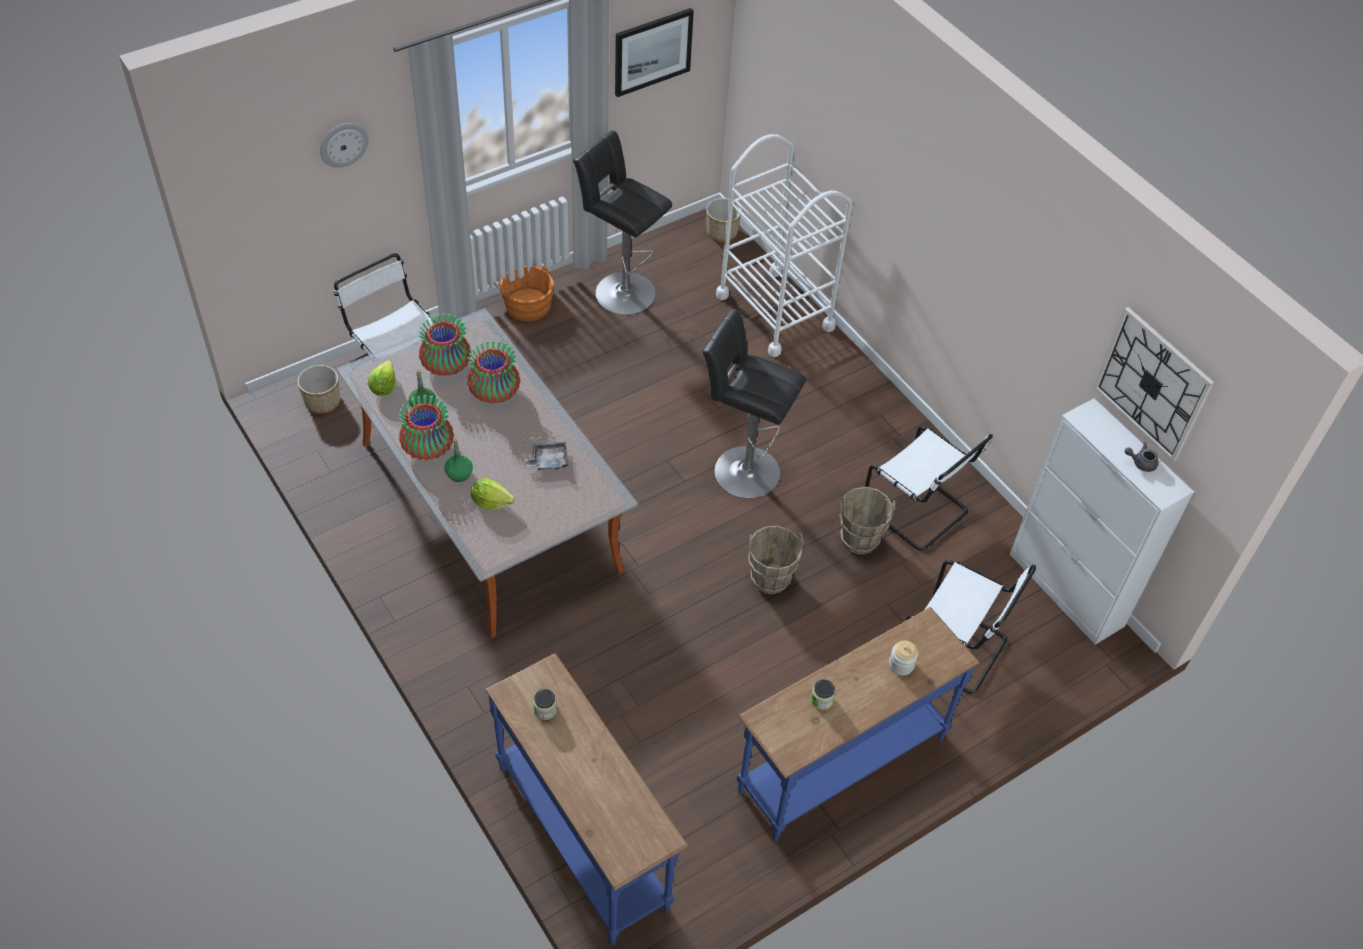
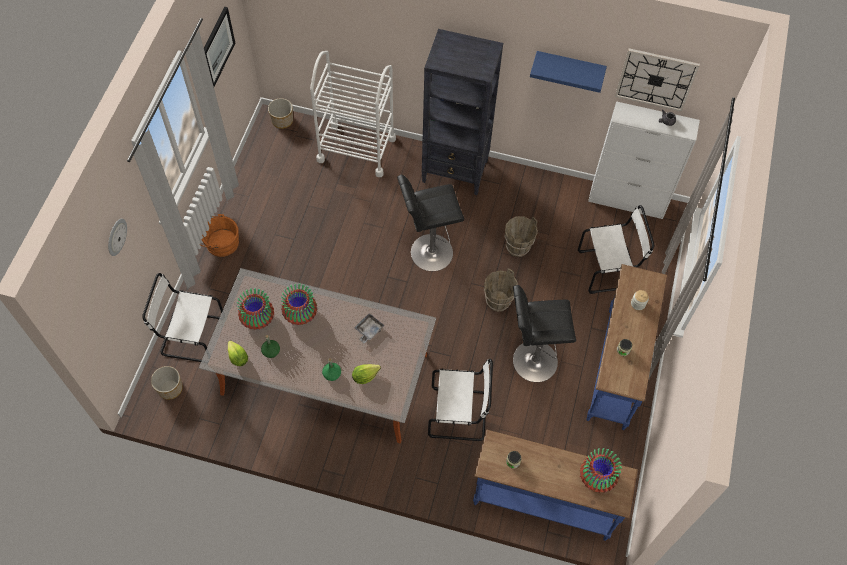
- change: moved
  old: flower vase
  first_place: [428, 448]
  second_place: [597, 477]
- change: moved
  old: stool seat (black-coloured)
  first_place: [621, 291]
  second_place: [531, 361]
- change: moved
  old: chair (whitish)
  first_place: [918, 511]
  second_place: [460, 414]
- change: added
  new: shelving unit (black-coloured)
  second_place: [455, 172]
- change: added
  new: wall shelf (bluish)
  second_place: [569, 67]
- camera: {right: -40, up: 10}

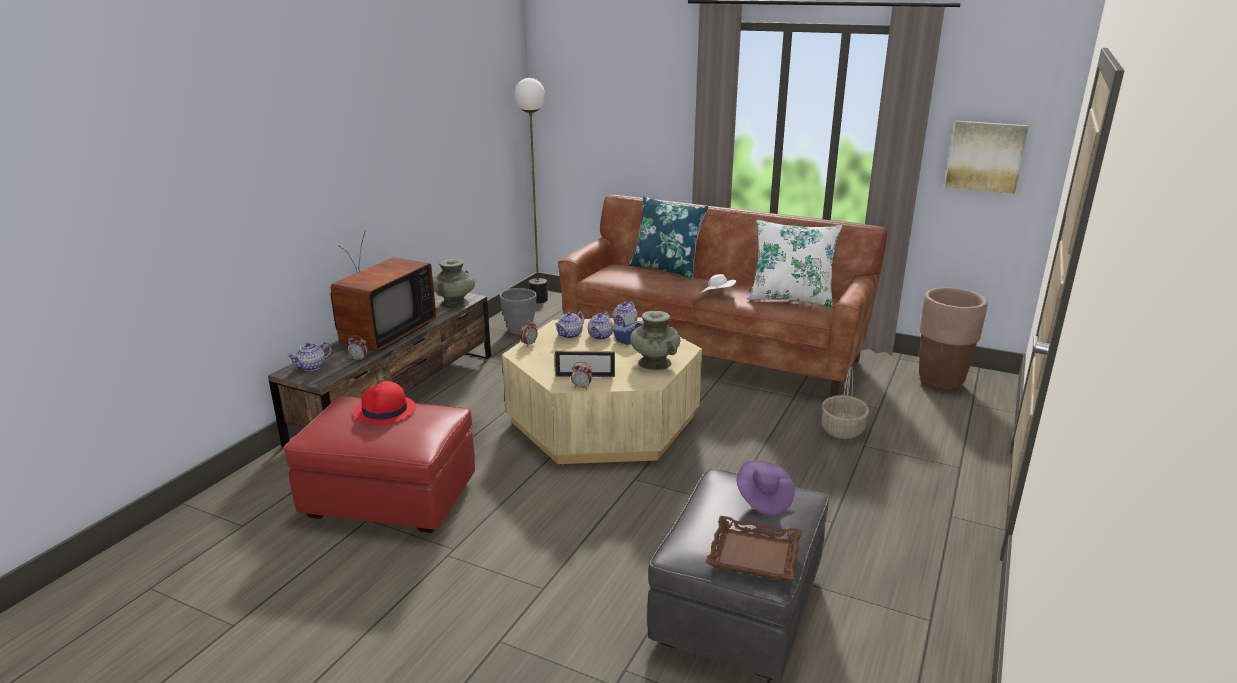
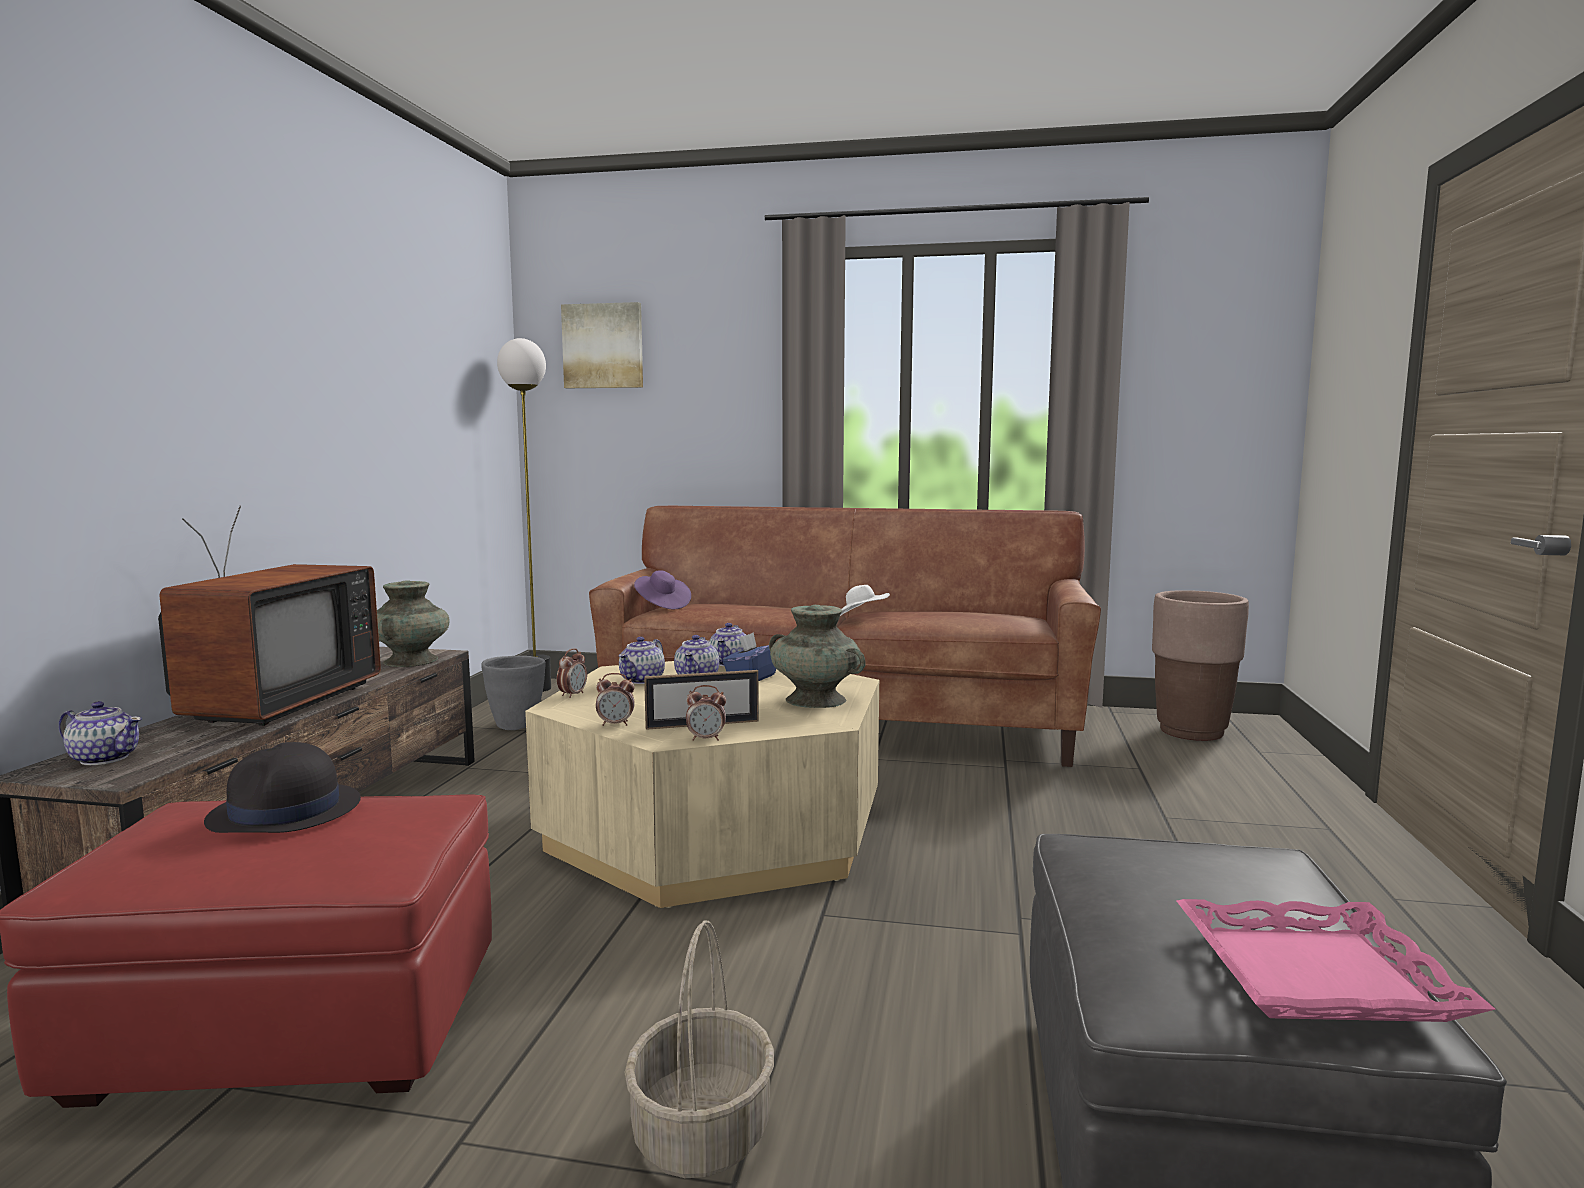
- change: turned
  old: pot for tea
  first_place: [312, 367]
  second_place: [104, 758]
  degrees: -105
- change: moved
  old: table clock
  first_place: [359, 359]
  second_place: [616, 724]
- change: recoloured
  old: hat (red)
  new: hat (black-coloured)
  first_place: [385, 411]
  second_place: [285, 812]
- change: removed
  old: cushion (bluish)
  first_place: [666, 269]
- change: recoloured
  old: serving tray (brown-coloured)
  new: serving tray (pinkish)
  first_place: [754, 554]
  second_place: [1315, 974]
- change: moved
  old: hat (purple)
  first_place: [763, 499]
  second_place: [662, 605]
- change: removed
  old: cushion (whitish)
  first_place: [791, 298]
- change: moved
  old: household basket
  first_place: [842, 430]
  second_place: [702, 1134]
- change: moved
  old: wall art
  first_place: [985, 156]
  second_place: [603, 346]
- camera: {right: -15, up: -15}

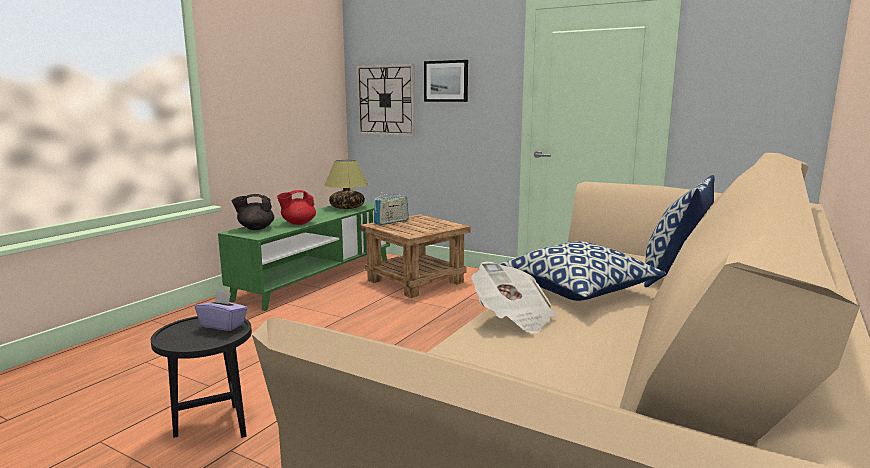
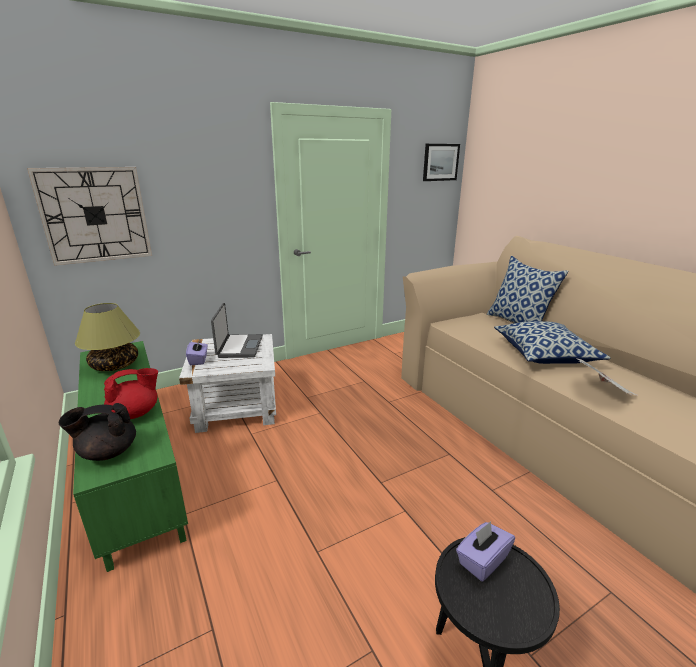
- change: turned
  old: pot for tea (black-coloured)
  first_place: [255, 228]
  second_place: [107, 452]
  degrees: 60
- change: turned
  old: pot for tea (red)
  first_place: [298, 223]
  second_place: [136, 413]
  degrees: -120
- change: recoloured
  old: end table (brown-coloured)
  new: end table (whitish)
  first_place: [415, 281]
  second_place: [236, 407]
- change: replaced
  old: radio
  new: tissue holder (purple)
  first_place: [391, 222]
  second_place: [198, 360]
- change: moved
  old: wall art
  first_place: [446, 81]
  second_place: [440, 162]
- change: added
  new: notebook computer
  second_place: [239, 347]
- camera: {right: -60, up: 10}

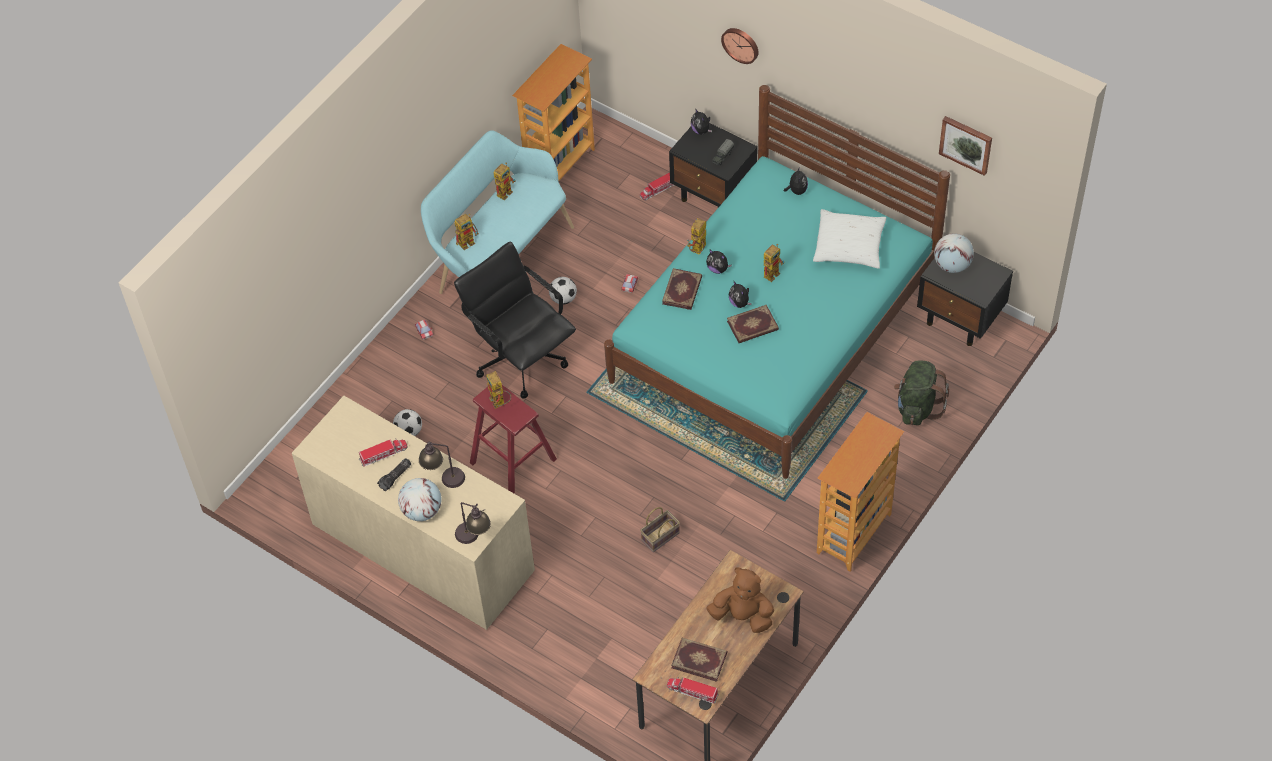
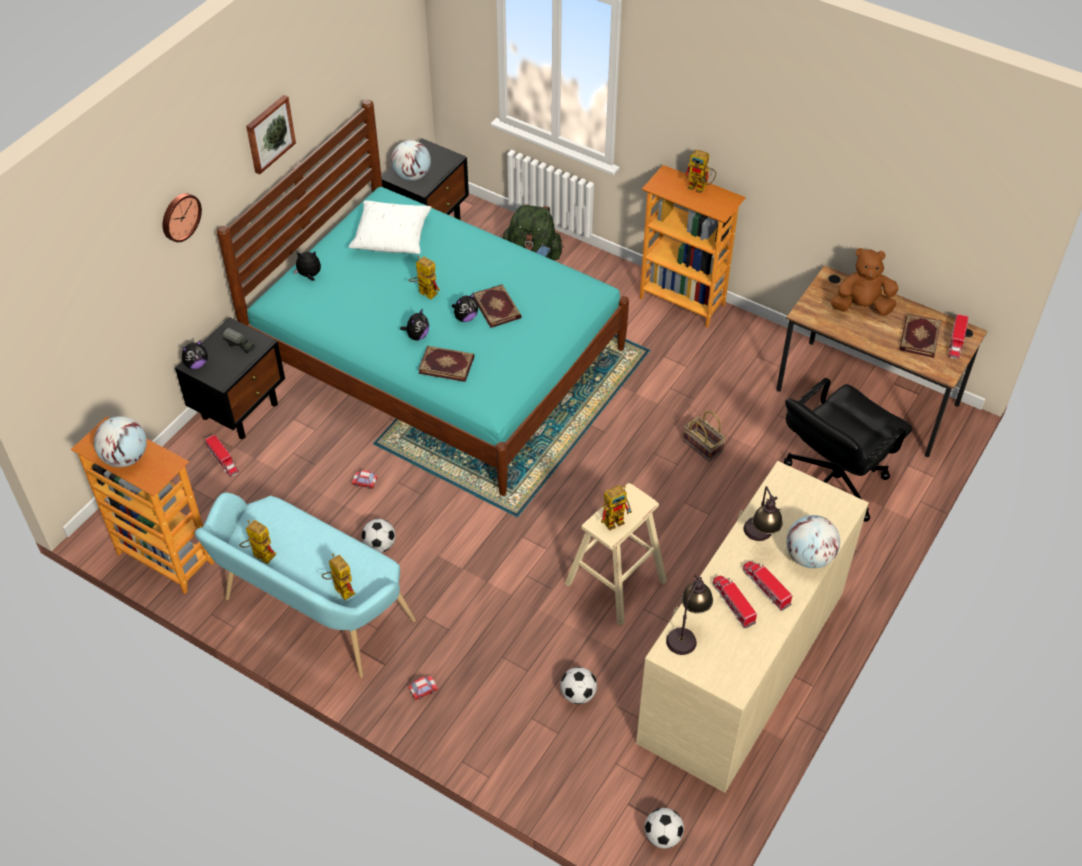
- change: replaced
  old: hand torch
  new: model truck
  first_place: [395, 477]
  second_place: [766, 588]
- change: moved
  old: office chair (black-coloured)
  first_place: [521, 358]
  second_place: [832, 483]
- change: moved
  old: lamp for a table
  first_place: [474, 538]
  second_place: [687, 633]
- change: recoloured
  old: stool seat (red)
  new: stool seat (beige-coloured)
  first_place: [513, 461]
  second_place: [615, 582]
- change: moved
  old: robot figure
  first_place: [698, 251]
  second_place: [700, 188]
- change: turned
  old: cuddly toy (brown-coloured)
  first_place: [742, 616]
  second_place: [861, 306]
  degrees: 75
- change: moved
  old: wall art
  first_place: [966, 144]
  second_place: [269, 133]
- change: added
  new: globe
  second_place: [125, 457]
- change: added
  new: football ball
  second_place: [663, 836]
- camera: {right: -95, up: -5}

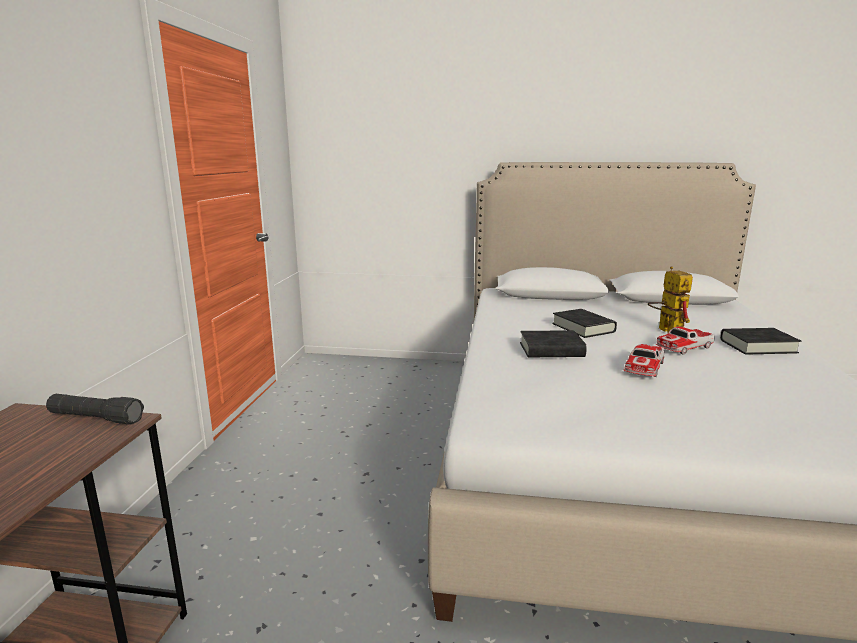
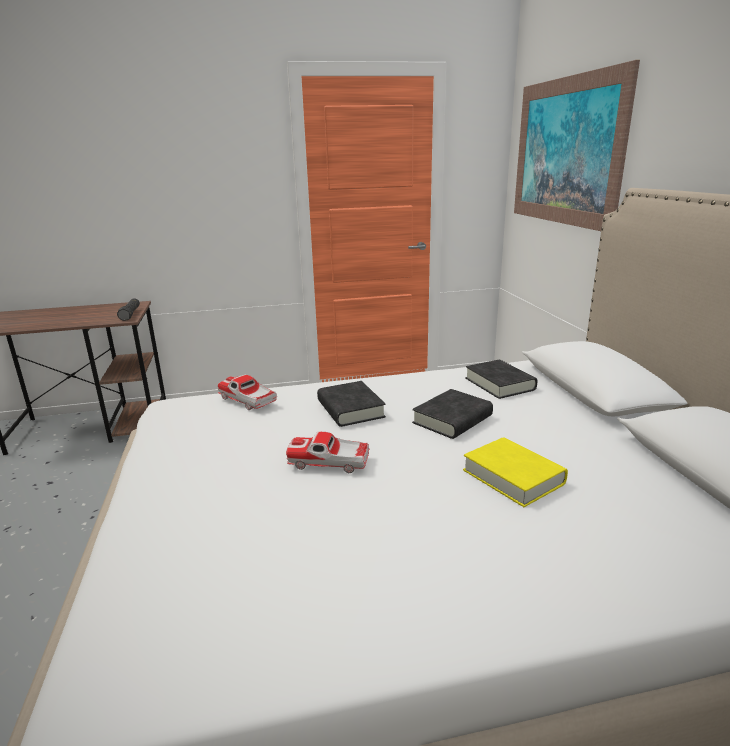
- change: replaced
  old: robot figure
  new: book (yellowish)
  first_place: [665, 330]
  second_place: [513, 477]
- change: moved
  old: miniature car
  first_place: [684, 347]
  second_place: [248, 400]
- change: moved
  old: book (black-coloured)
  first_place: [757, 346]
  second_place: [499, 384]
- change: added
  new: wall art
  second_place: [565, 152]
- camera: {right: 70, up: 5}

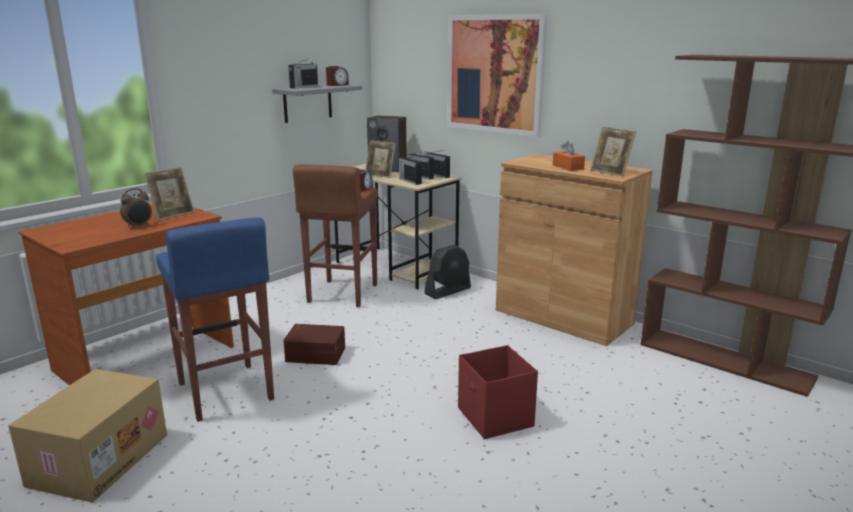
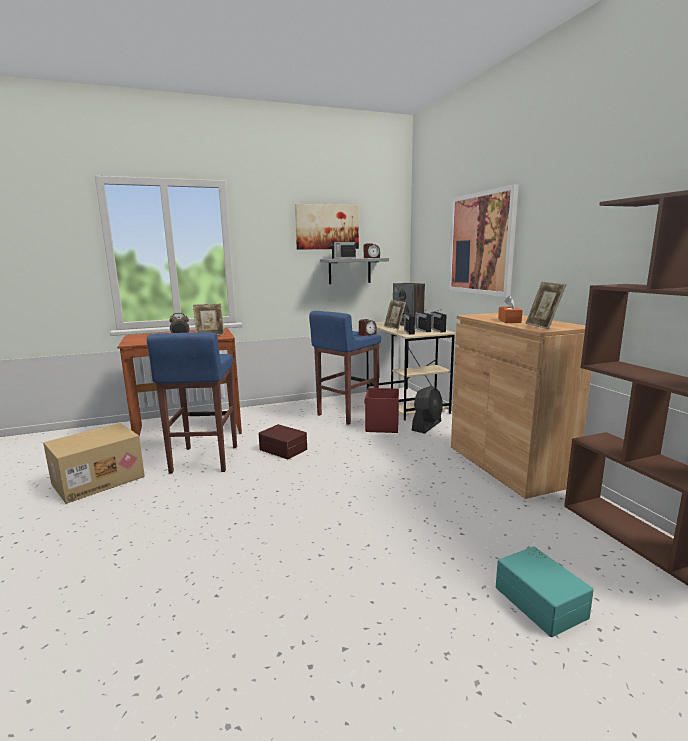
- change: recoloured
  old: stool seat (brown-coloured)
  new: stool seat (bluish)
  first_place: [341, 293]
  second_place: [346, 413]
- change: turned
  old: fan (black-coloured)
  first_place: [448, 291]
  second_place: [427, 426]
  degrees: -45
- change: moved
  old: storage container (red)
  first_place: [495, 418]
  second_place: [382, 426]
- change: added
  new: wall art
  second_place: [327, 227]
- change: added
  new: storage container (turquoise)
  second_place: [541, 601]
- camera: {right: 30, up: -5}

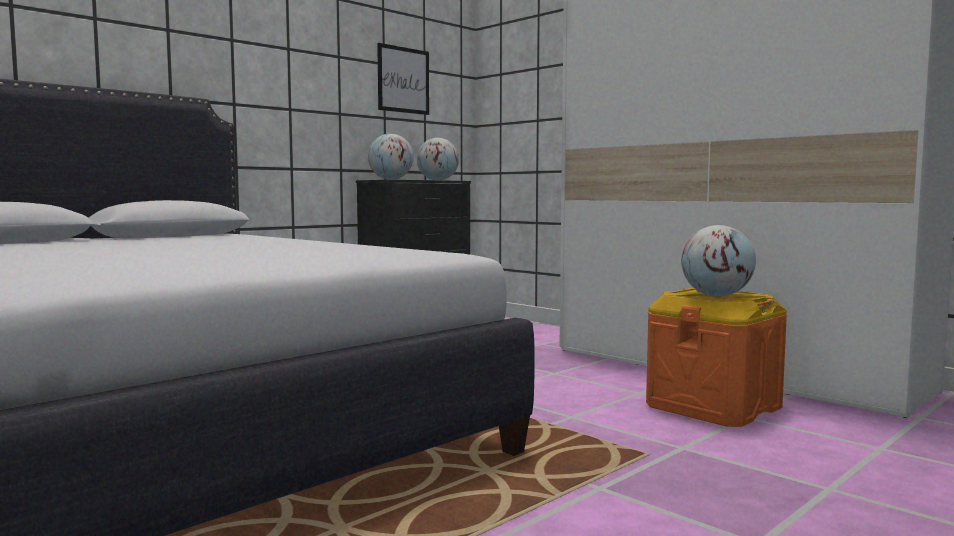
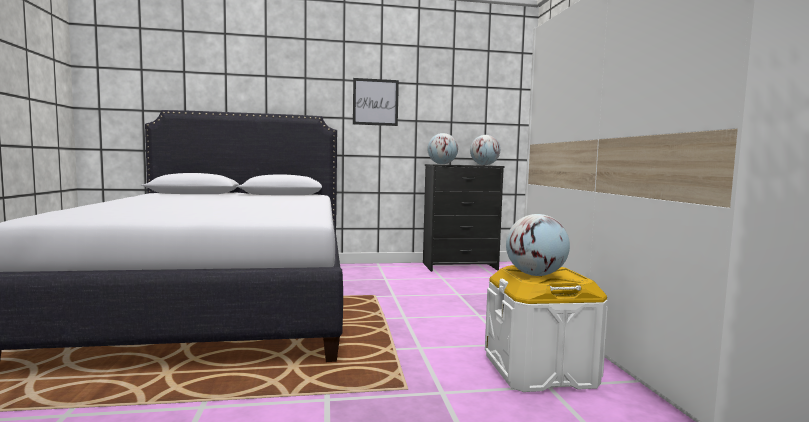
- change: moved
  old: wall art
  first_place: [403, 80]
  second_place: [375, 102]
- change: recoloured
  old: storage container (orange-coloured)
  new: storage container (whitish)
  first_place: [713, 407]
  second_place: [540, 370]
- camera: {right: 35, up: 0}

